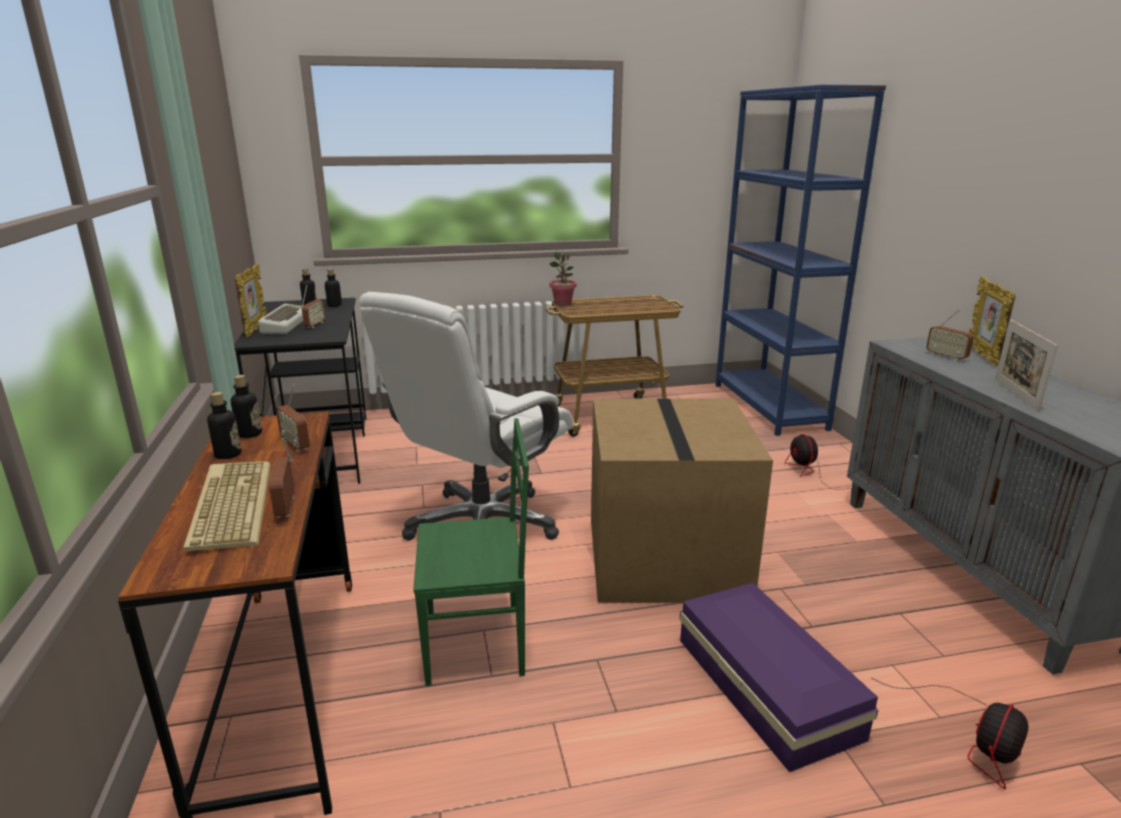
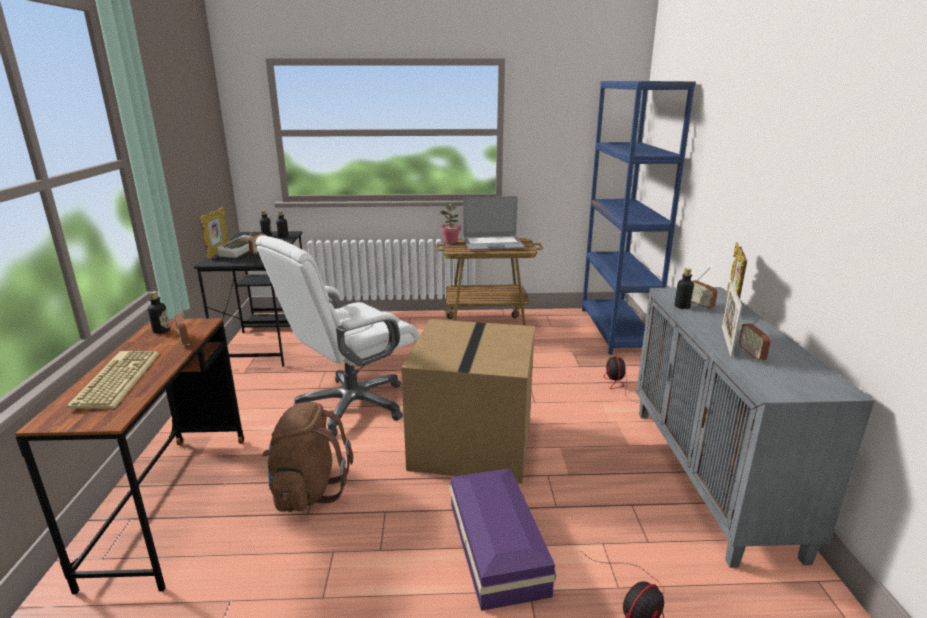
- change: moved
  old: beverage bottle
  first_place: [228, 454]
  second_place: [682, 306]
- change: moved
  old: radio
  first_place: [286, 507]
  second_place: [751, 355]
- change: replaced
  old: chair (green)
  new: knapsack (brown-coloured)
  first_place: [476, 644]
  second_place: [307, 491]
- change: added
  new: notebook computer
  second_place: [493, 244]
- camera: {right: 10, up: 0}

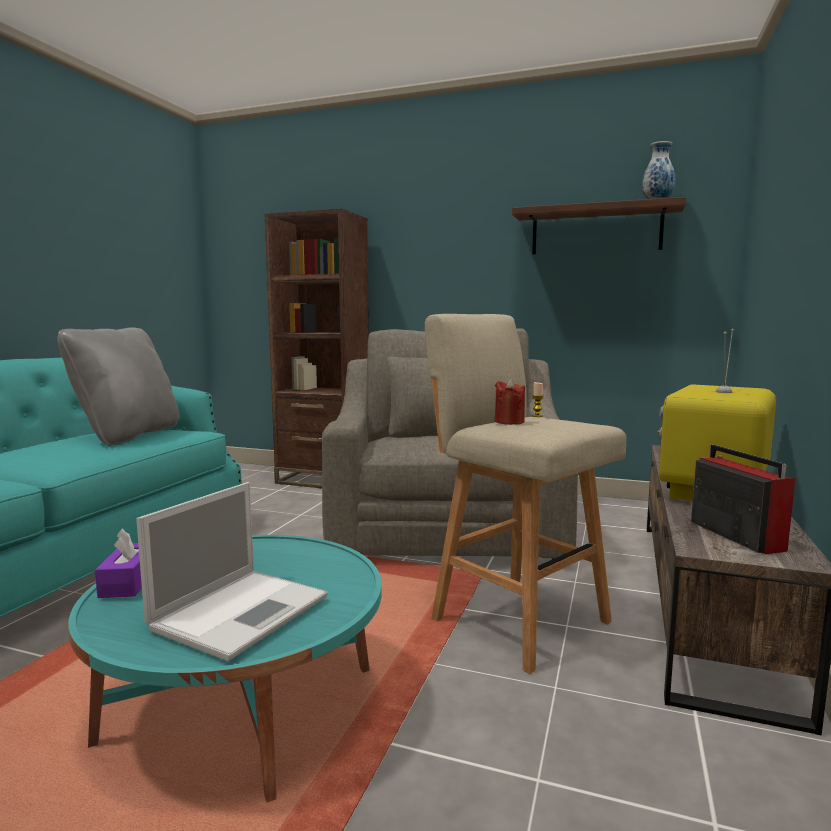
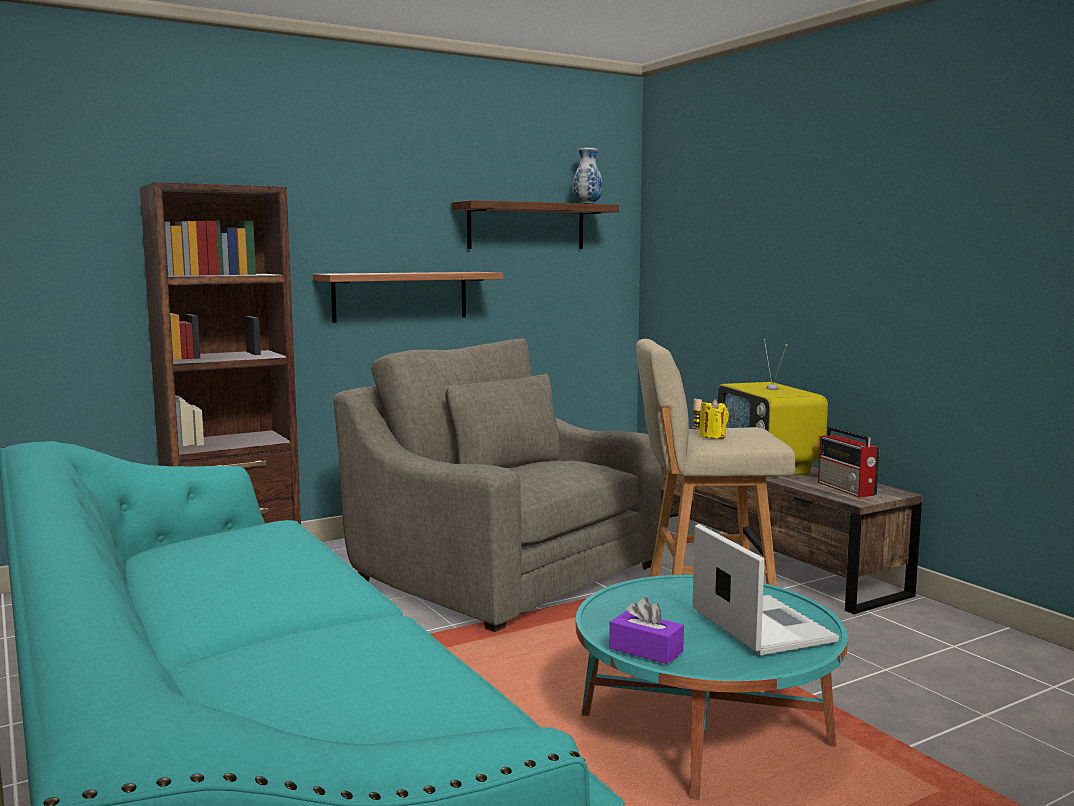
- change: removed
  old: cushion (gray)
  first_place: [128, 435]
- change: recoloured
  old: wax light (red)
  new: wax light (yellowish)
  first_place: [509, 422]
  second_place: [713, 436]
- change: turned
  old: radio
  first_place: [734, 535]
  second_place: [847, 489]
  degrees: -135
- change: added
  new: wall shelf
  second_place: [400, 296]
- camera: {right: -50, up: 0}

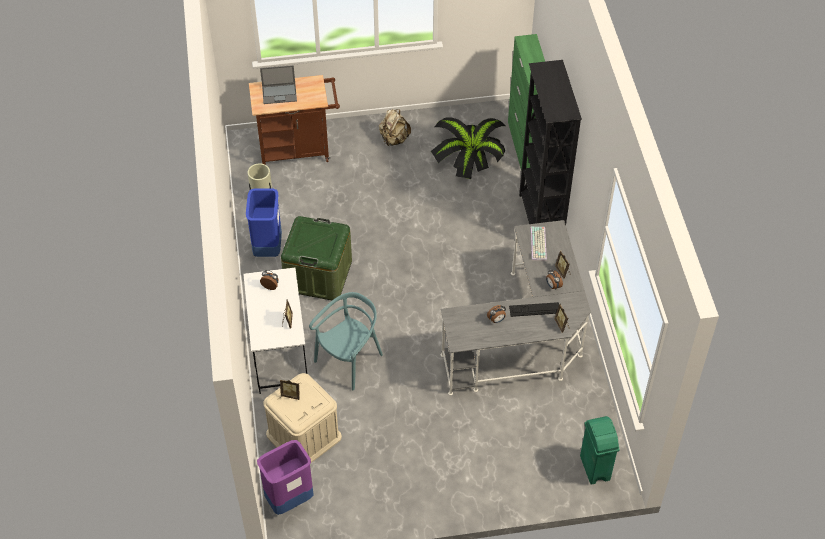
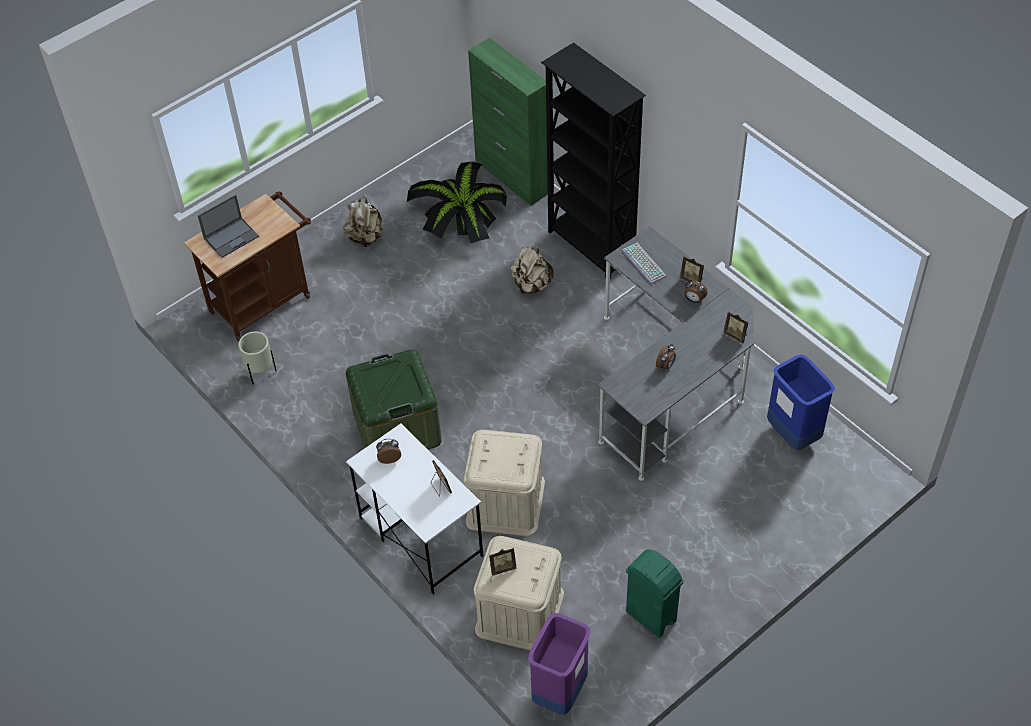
- change: moved
  old: trash can (bluish)
  first_place: [267, 248]
  second_place: [792, 434]
- change: replaced
  old: chair (turquoise)
  new: storage container (beige-coloured)
  first_place: [349, 360]
  second_place: [505, 502]
- change: removed
  old: PC keyboard
  first_place: [534, 309]
- change: moved
  old: trash can (green)
  first_place: [594, 468]
  second_place: [651, 617]
- change: added
  new: knapsack (beige-coloured)
  second_place: [531, 285]
- camera: {right: -30, up: 0}

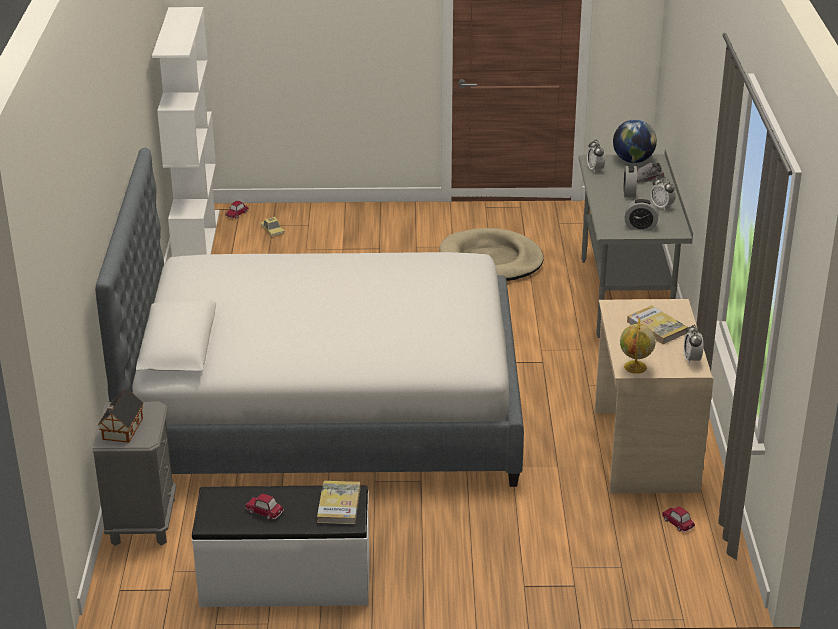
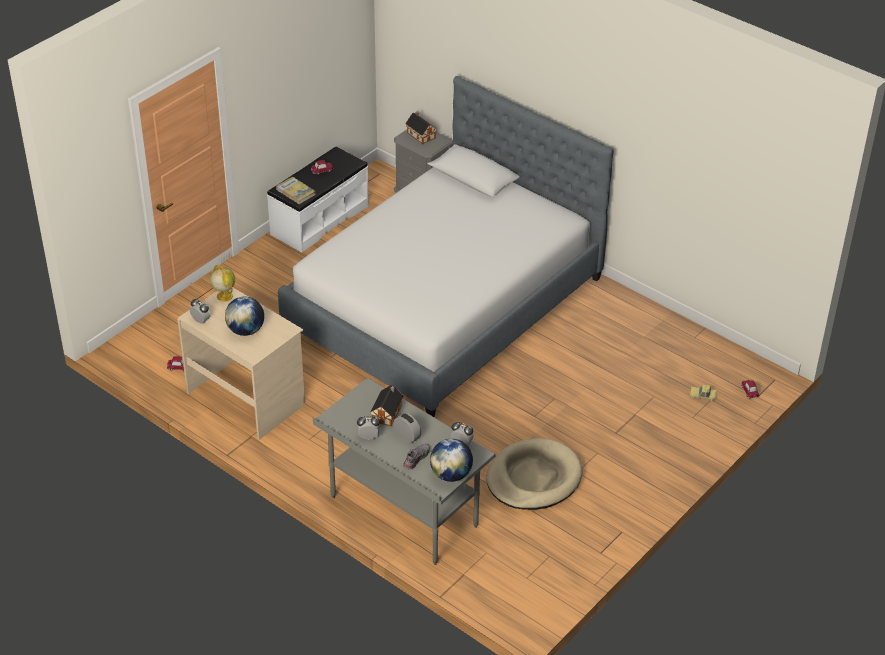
- change: removed
  old: shelving unit (whitish)
  first_place: [196, 239]
- change: removed
  old: table clock
  first_place: [640, 227]
- change: replaced
  old: book
  new: globe
  first_place: [656, 327]
  second_place: [246, 330]
- change: added
  new: miniature house
  second_place: [387, 413]
- camera: {right: 130, up: 10}

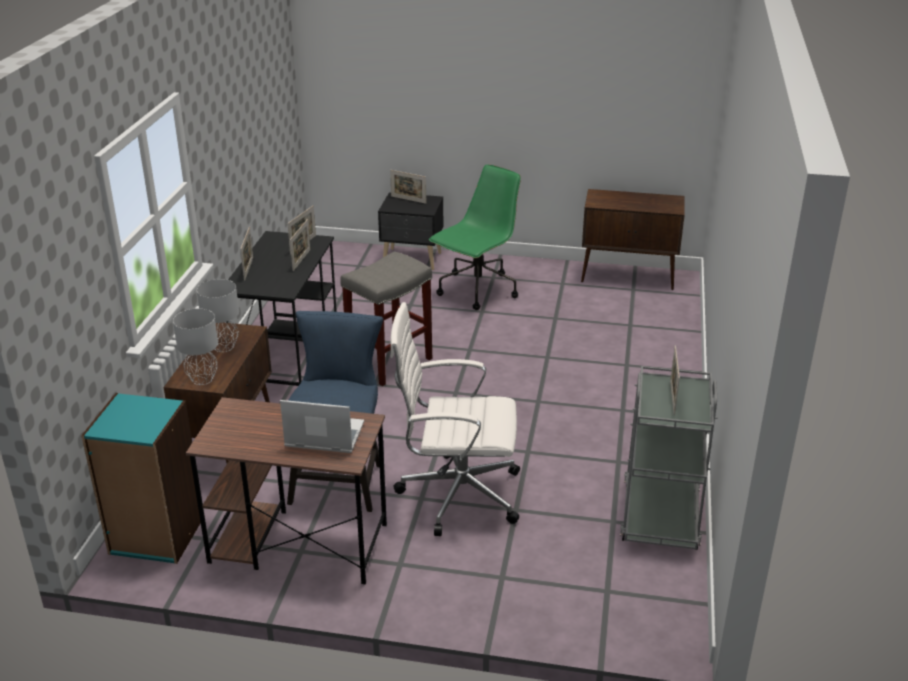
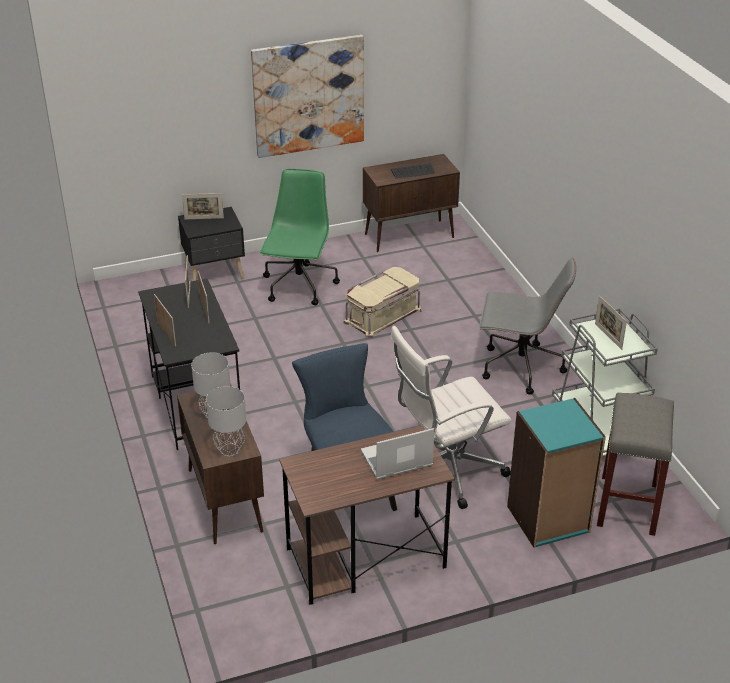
- change: moved
  old: shelving unit (turquoise)
  first_place: [156, 536]
  second_place: [548, 520]
- change: moved
  old: stool seat (gray)
  first_place: [389, 363]
  second_place: [628, 506]
- change: added
  new: wall art
  second_place: [308, 96]
- change: added
  new: storage container (beige-coloured)
  second_place: [383, 316]
- change: added
  new: PC keyboard
  second_place: [412, 172]
- change: added
  new: office chair (gray)
  second_place: [519, 368]
- camera: {right: -30, up: 5}

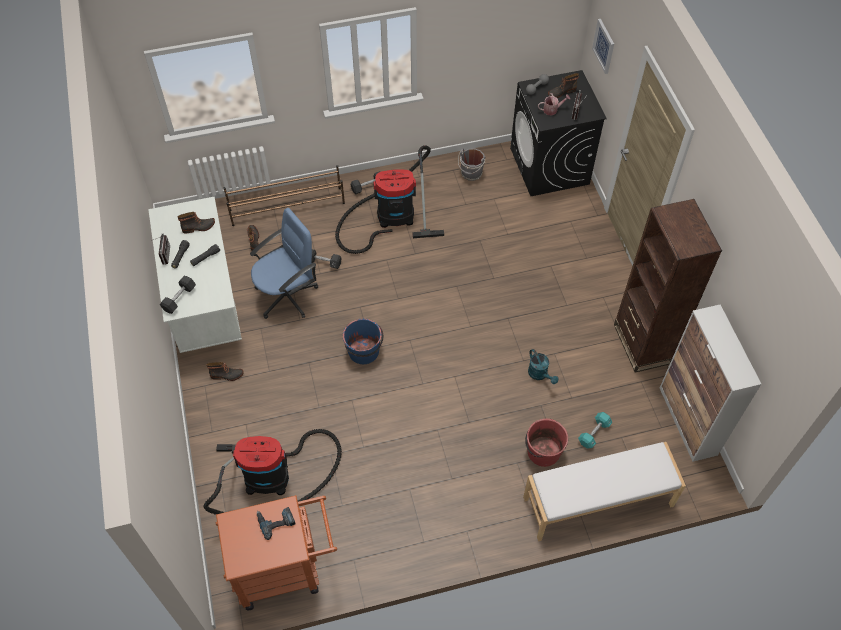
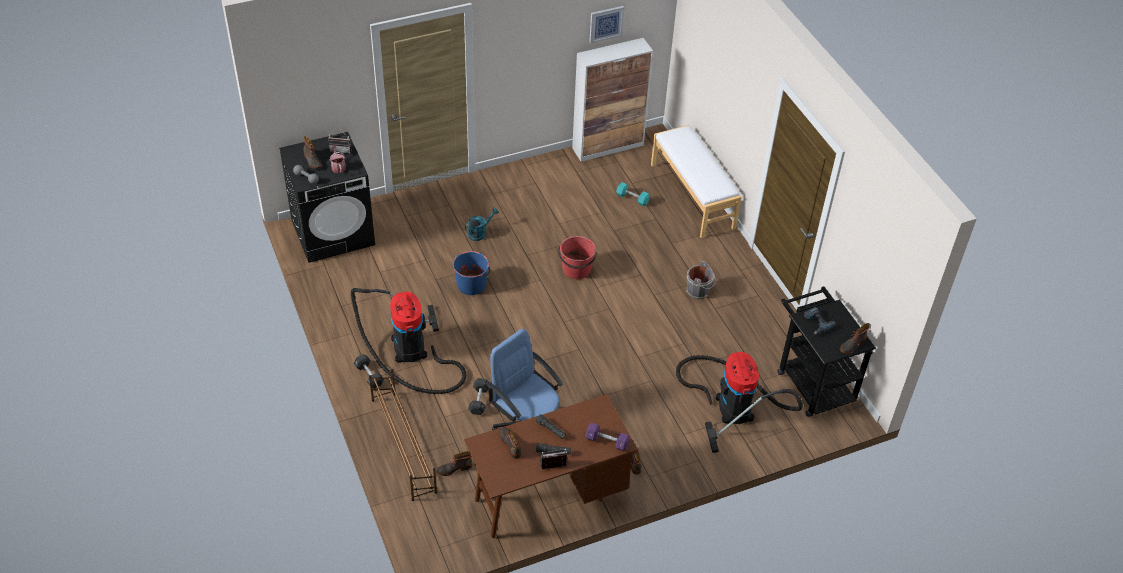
- change: recoloured
  old: desk table (whitish)
  new: desk table (brown-coloured)
  first_place: [205, 303]
  second_place: [548, 497]
- change: recoloured
  old: hand weight (black-coloured)
  new: hand weight (purple)
  first_place: [179, 298]
  second_place: [607, 441]
- change: recoloured
  old: cart (orange-coloured)
  new: cart (black-coloured)
  first_place: [285, 569]
  second_place: [812, 381]
- change: moved
  old: water bucket (bluish)
  first_place: [364, 352]
  second_place: [471, 284]
- change: moved
  old: water bucket (gray)
  first_place: [471, 174]
  second_place: [698, 291]
- change: moved
  old: water bucket (red)
  first_place: [543, 452]
  second_place: [576, 269]
- change: moved
  old: sprinkling can (turquoise)
  first_place: [540, 374]
  second_place: [479, 233]
- change: moved
  old: wall art
  first_place: [604, 46]
  second_place: [606, 23]
- change: removed
  old: shelving unit (brown-coloured)
  first_place: [642, 344]
- change: added
  new: tall boot
  second_place: [851, 345]
- camera: {right: -100, up: -10}

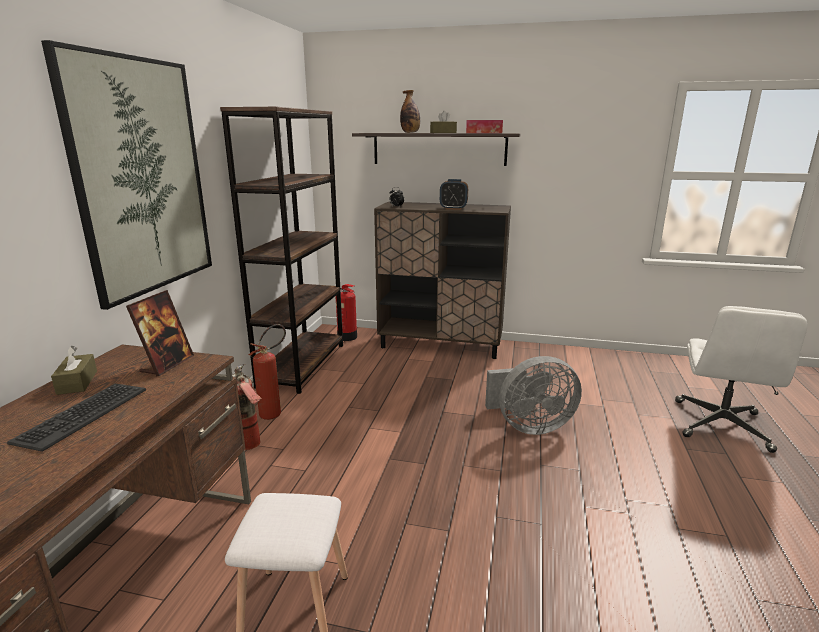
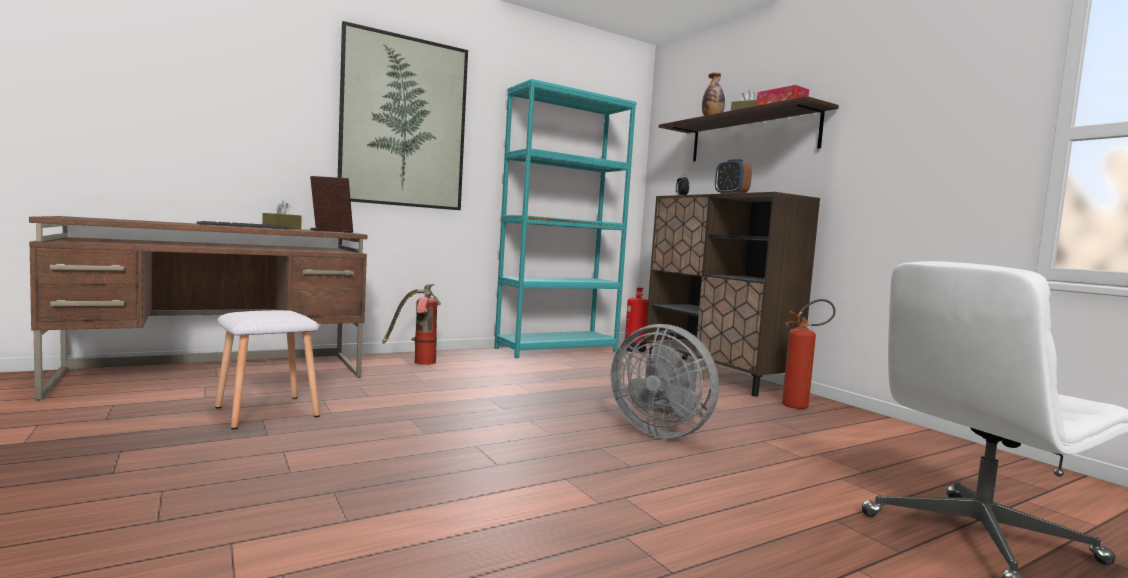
- change: turned
  old: photo frame
  first_place: [167, 364]
  second_place: [331, 231]
  degrees: -150
- change: recoloured
  old: shelving unit (brown-coloured)
  new: shelving unit (turquoise)
  first_place: [302, 365]
  second_place: [557, 350]
- change: moved
  old: fire extinguisher
  first_place: [275, 412]
  second_place: [801, 406]
- camera: {right: 45, up: -15}

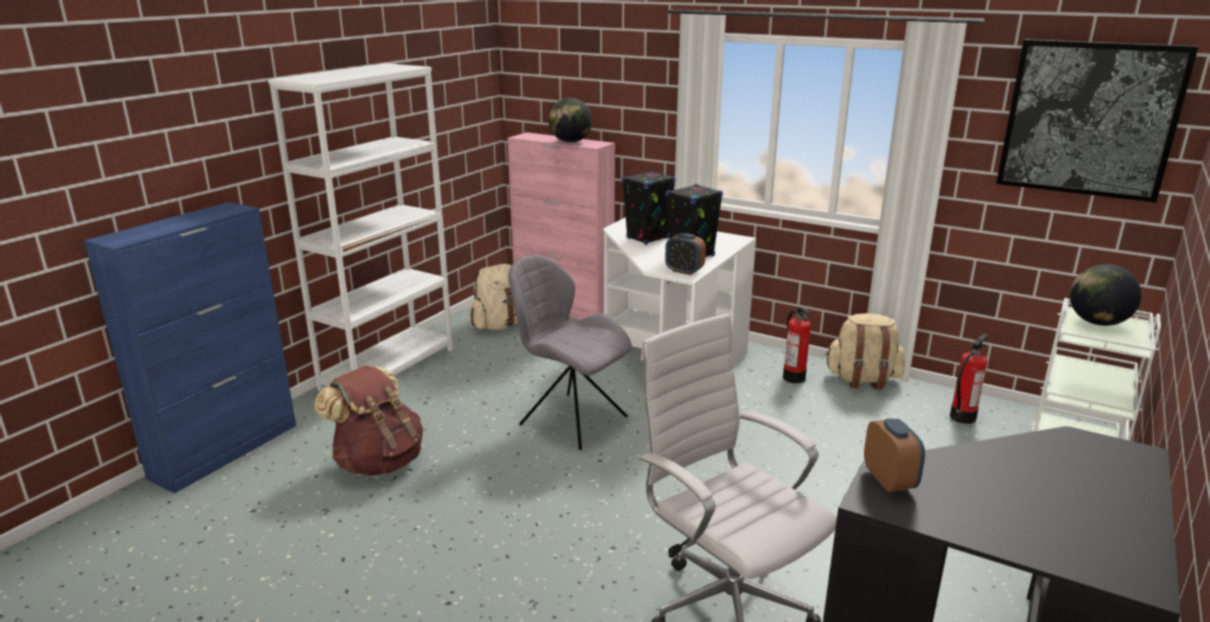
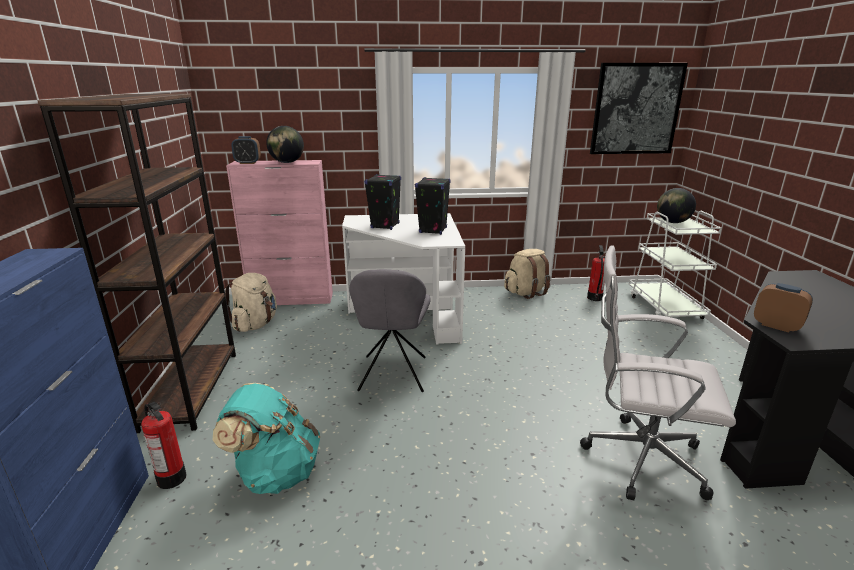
- change: recoloured
  old: shelving unit (whitish)
  new: shelving unit (brown-coloured)
  first_place: [388, 368]
  second_place: [191, 389]
- change: recoloured
  old: knapsack (brown-coloured)
  new: knapsack (turquoise)
  first_place: [378, 461]
  second_place: [276, 472]
- change: turned
  old: chair (gray)
  first_place: [570, 419]
  second_place: [392, 375]
  degrees: -90
- change: moved
  old: table clock
  first_place: [684, 271]
  second_place: [248, 163]
- change: moved
  old: fire extinguisher
  first_place: [794, 378]
  second_place: [172, 478]
- camera: {right: -35, up: 0}

